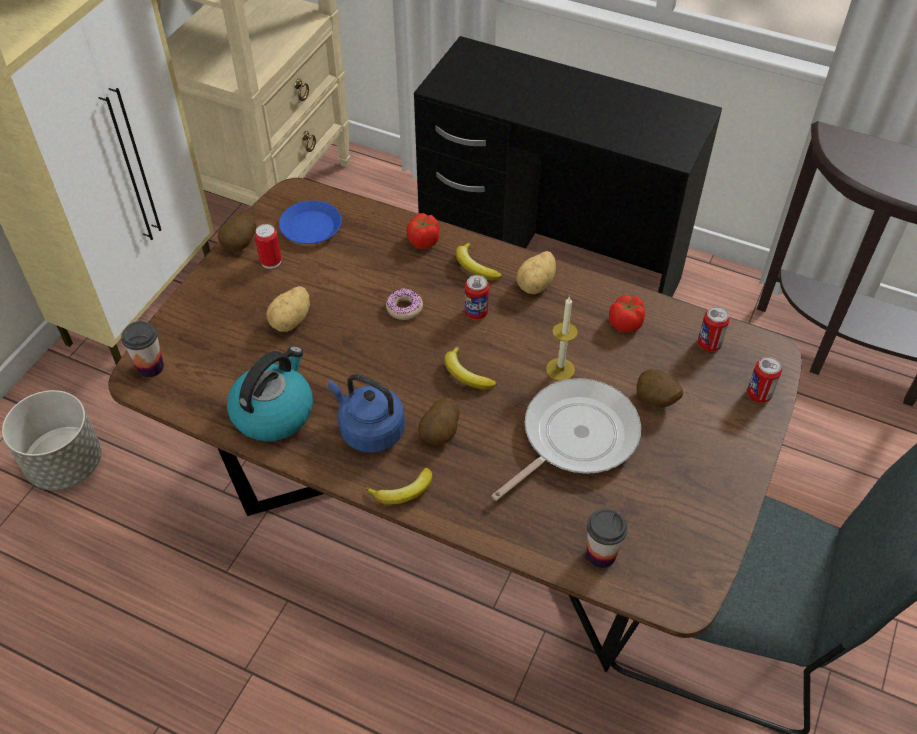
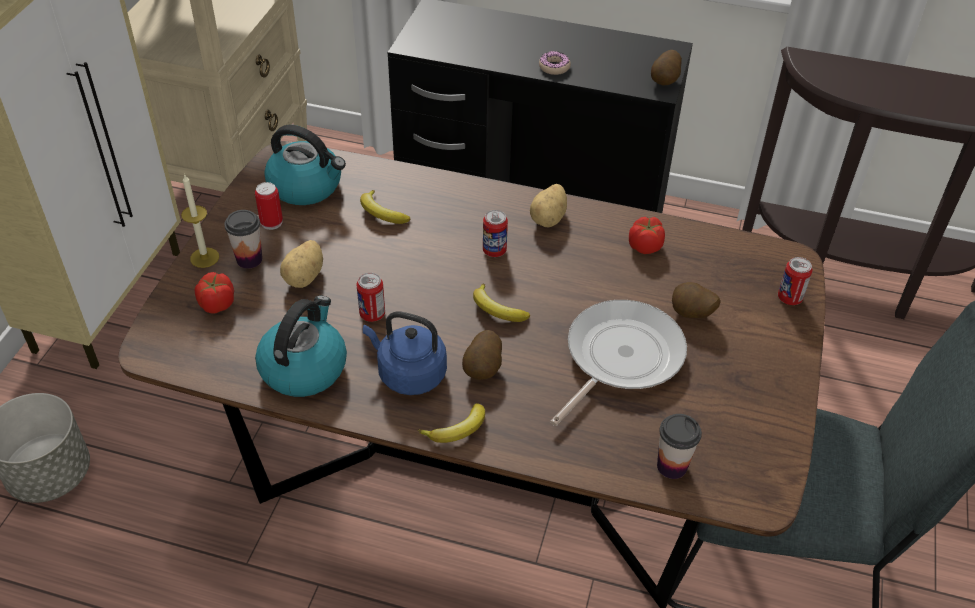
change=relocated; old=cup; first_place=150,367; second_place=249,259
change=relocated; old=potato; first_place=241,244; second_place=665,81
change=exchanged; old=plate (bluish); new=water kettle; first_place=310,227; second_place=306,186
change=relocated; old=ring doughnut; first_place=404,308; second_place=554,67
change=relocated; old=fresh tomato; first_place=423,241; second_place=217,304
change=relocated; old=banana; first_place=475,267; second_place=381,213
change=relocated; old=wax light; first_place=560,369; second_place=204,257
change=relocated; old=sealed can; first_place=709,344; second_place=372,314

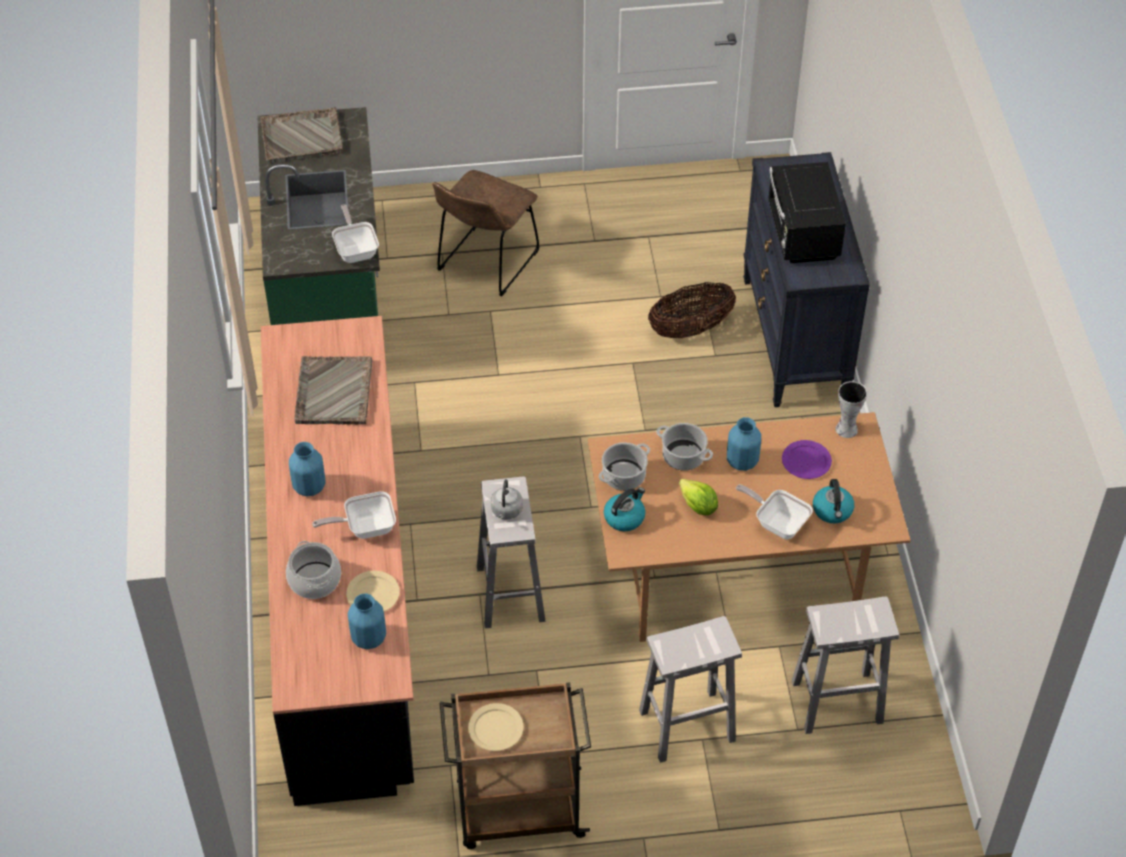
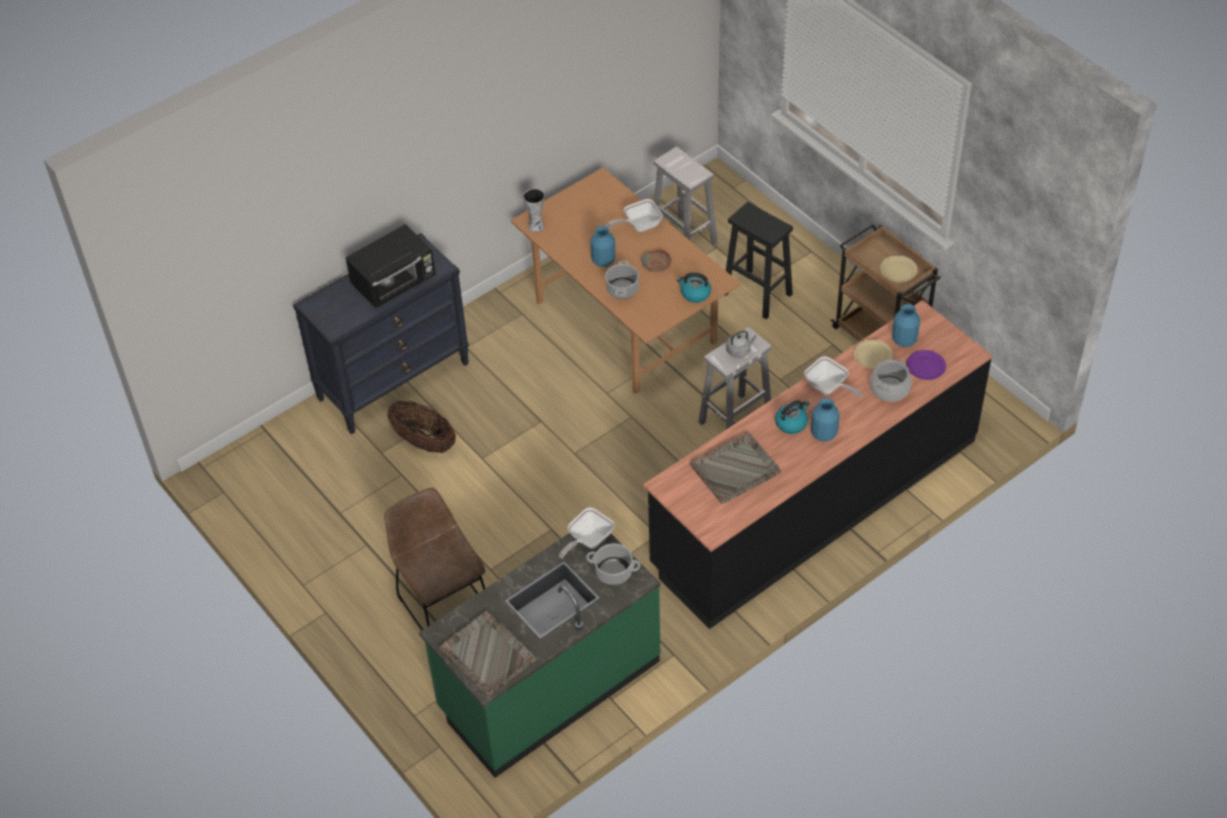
change=spun; old=upright chair (brown-coloured); first_place=485,264; second_place=441,600; degrees=-120
change=relocated; old=saucepot; first_place=624,476; second_place=613,572
change=colour; old=stool (white); new=stool (black); first_place=685,726; second_place=758,294
change=exchanged; old=lettuce; new=deep dish (brown-coloured); first_place=698,506; second_place=657,265
change=spun; old=pan; first_place=777,523; second_place=639,225; degrees=60
change=relocated; old=plate (purplish); first_place=806,461; second_place=925,366
change=relocated; old=water kettle; first_place=832,511; second_place=791,423

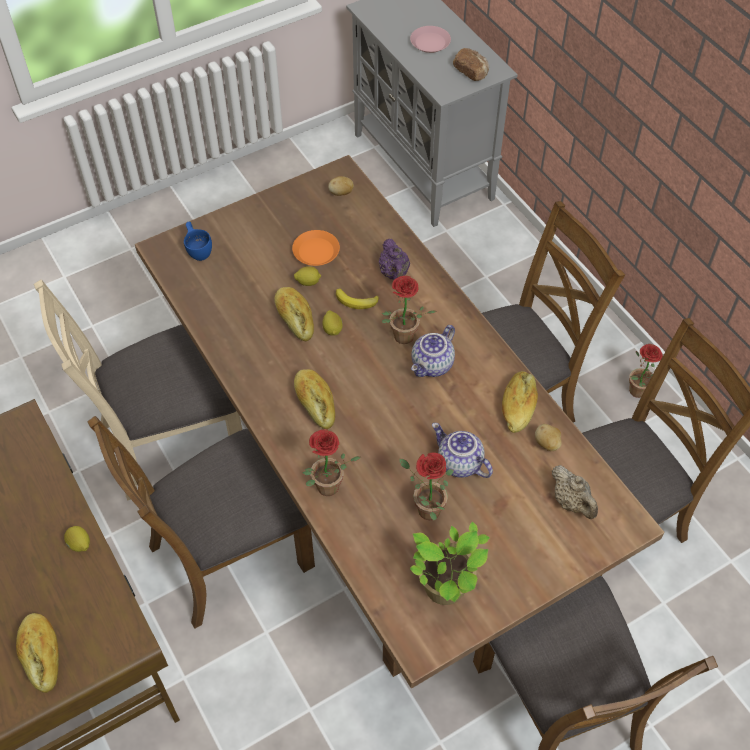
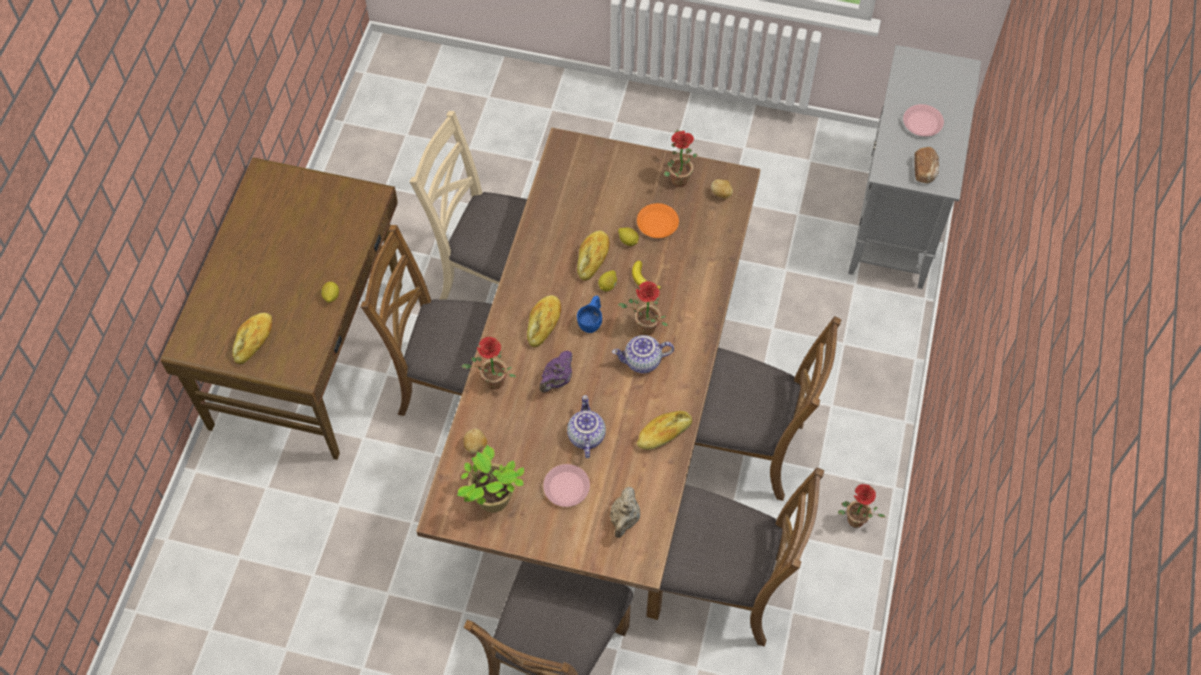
change=relocated; old=cup (bluish); first_place=198,249; second_place=592,321
change=relocated; old=pot for tea (purplish); first_place=394,274; second_place=557,380
change=relocated; old=houseplant; first_place=424,509; second_place=677,177
change=relocated; old=potato; first_place=547,444; second_place=475,446
change=appeared; new=plate (pink-coloured); second_place=566,487

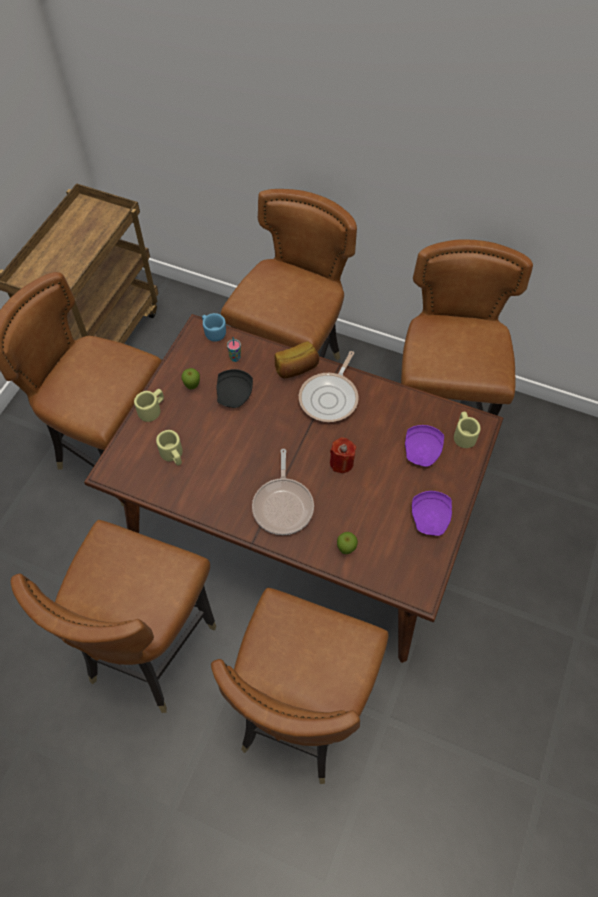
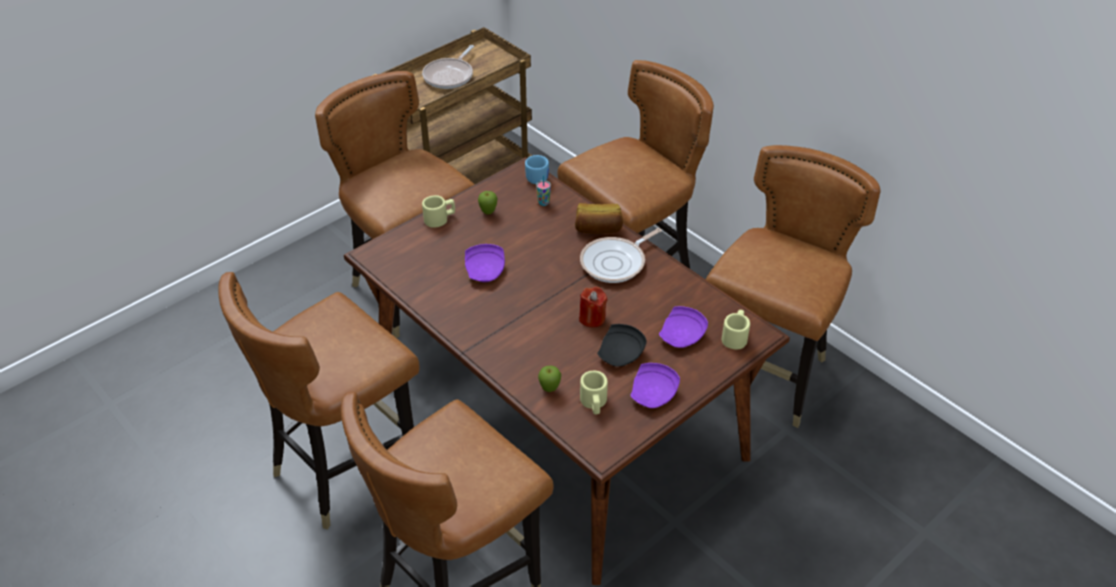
change=relocated; old=mug (beige); first_place=173,455; second_place=594,403
change=relocated; old=plate (black); first_place=234,394; second_place=621,354
change=relocated; old=pan; first_place=283,505; second_place=450,76
change=appeared; new=plate (purplish); second_place=485,271

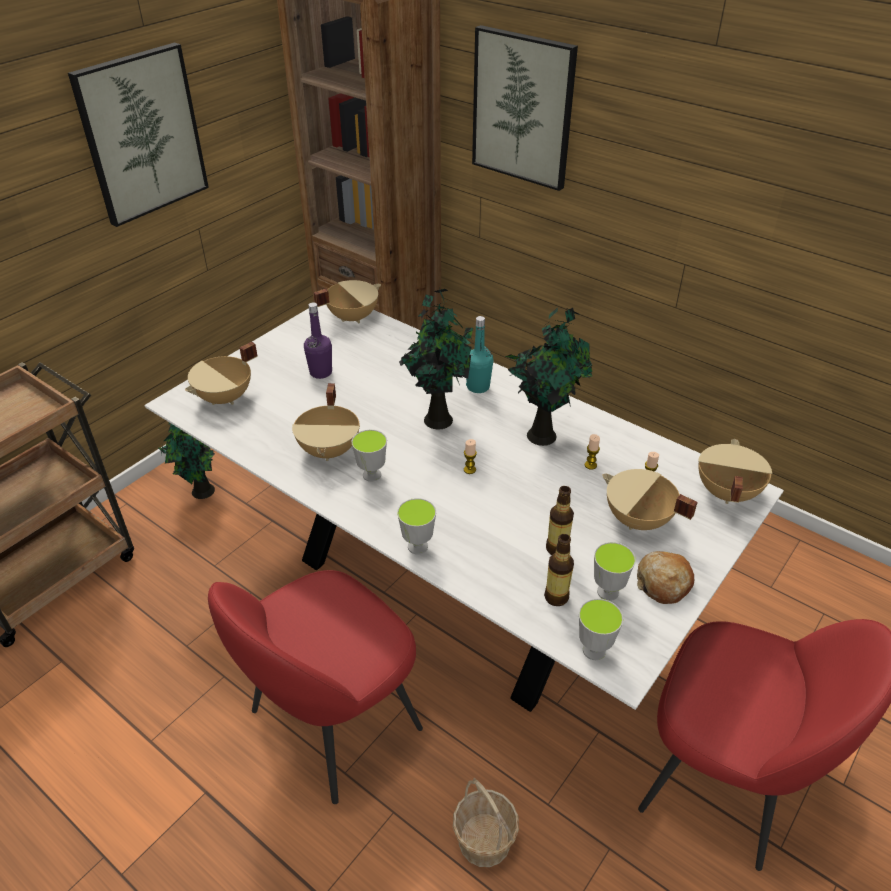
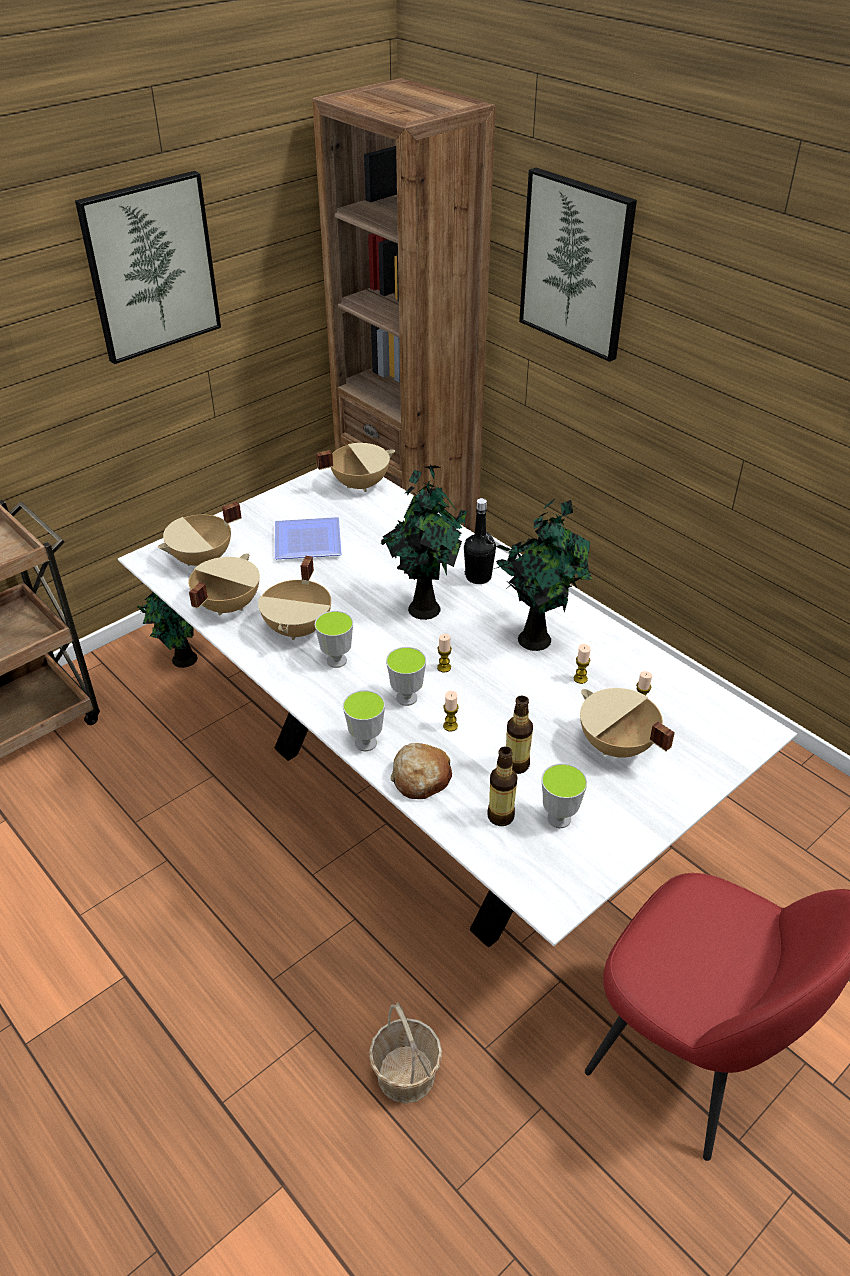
change=missing; old=upright chair (reddish); first_place=331,722
change=exchanged; old=drink bottle (purplish); new=plate; first_place=321,372; second_place=310,543
change=colour; old=drink bottle (turquoise); new=drink bottle (black); first_place=478,387; second_place=478,577
change=relocated; old=cup; first_place=594,650; second_place=406,698
change=relocated; old=bakery bread; first_place=663,583; second_place=421,778
change=relocated; old=saucepot (beige); first_place=725,492; second_place=226,605
change=appeared; new=wax light; second_place=450,726

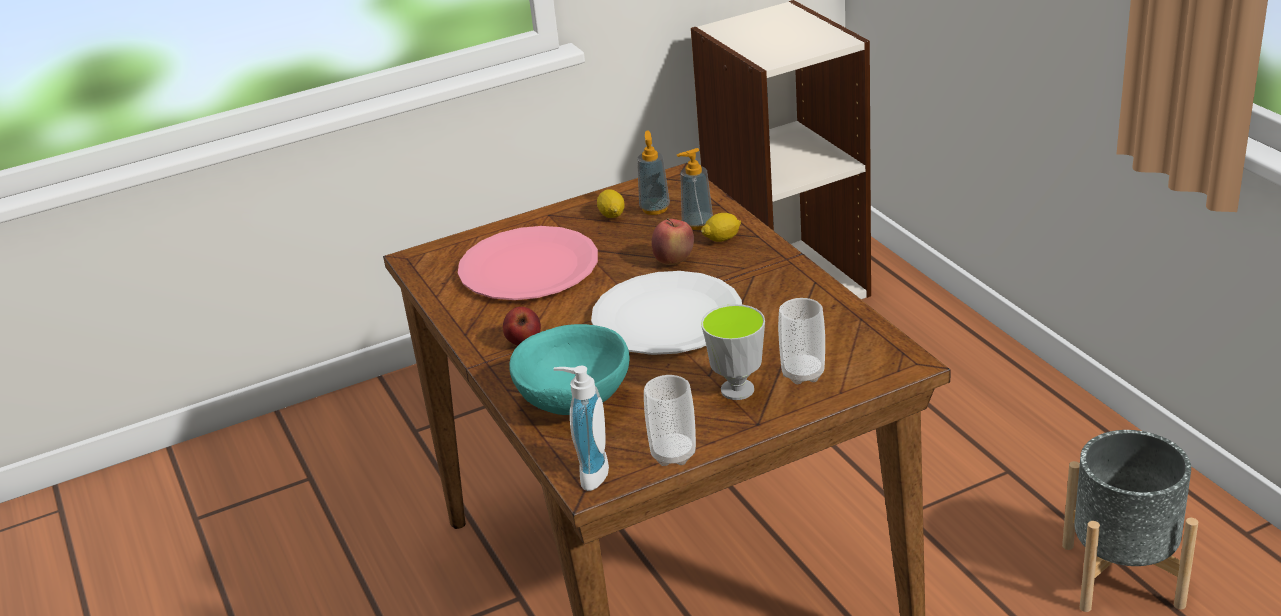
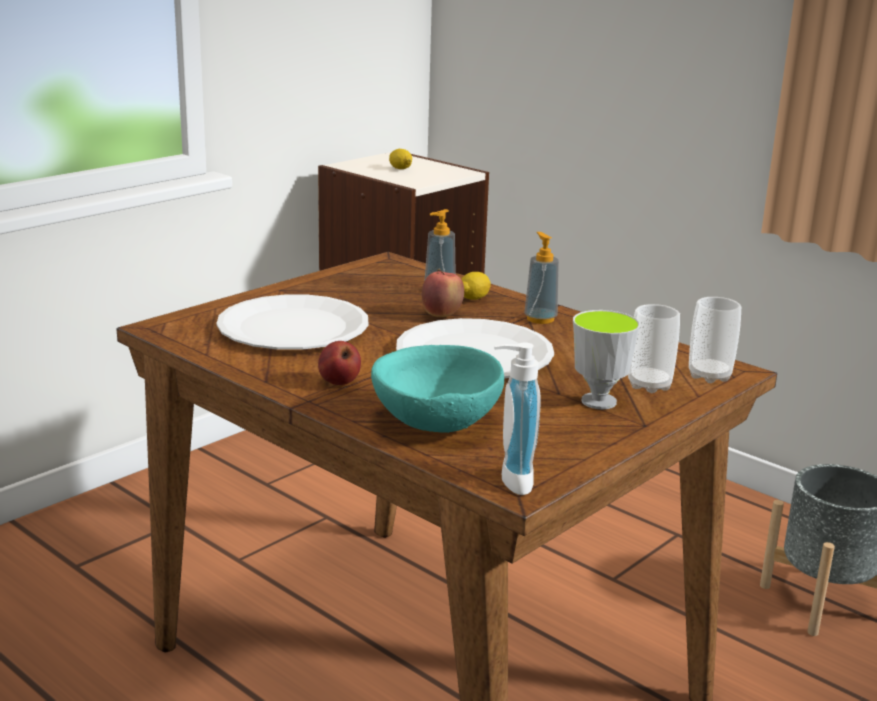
change=colour; old=plate (pink-coloured); new=plate (white); first_place=529,267; second_place=293,327
change=relocated; old=lemon; first_place=611,215; second_place=400,168
change=relocated; old=liquid soap bottle; first_place=655,209; second_place=540,319
change=relocated; old=cup; first_place=673,454; second_place=709,376

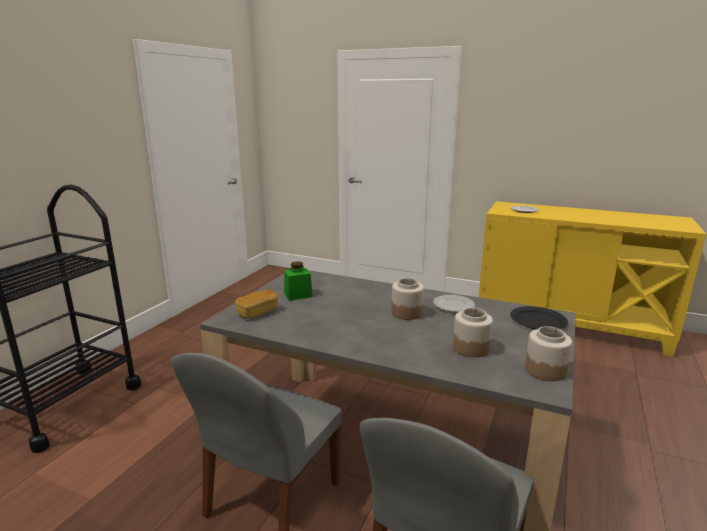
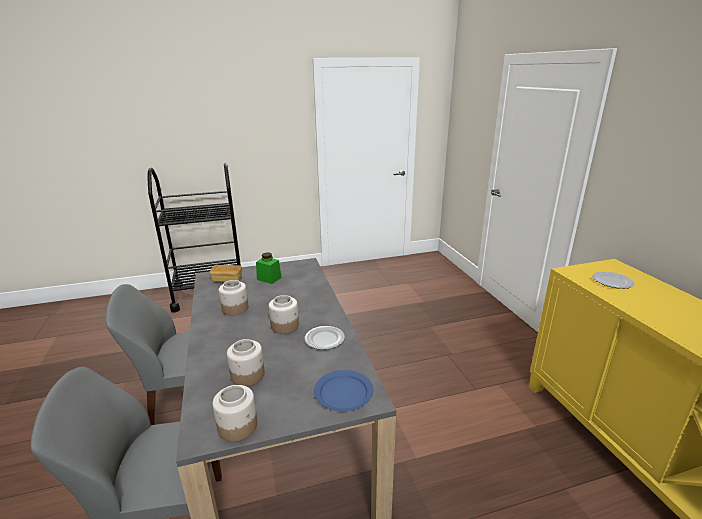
change=colour; old=plate (black); new=plate (bluish); first_place=537,321; second_place=343,392
change=appeared; new=jar; second_place=235,308

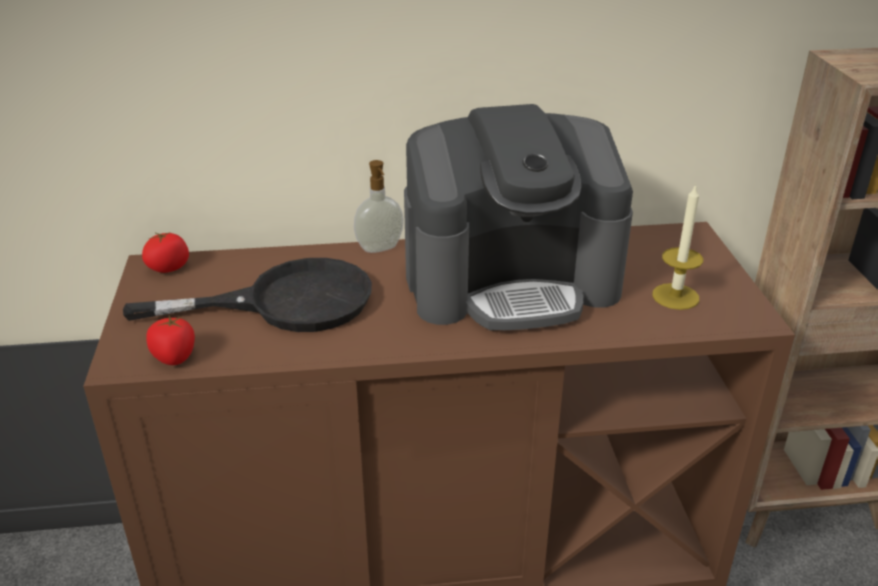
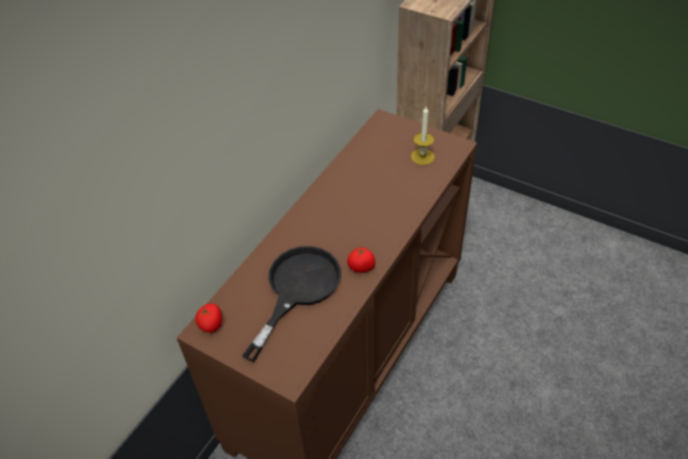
change=relocated; old=fresh tomato; first_place=174,357; second_place=361,267
change=missing; old=liquid soap bottle; first_place=380,248
change=missing; old=coffee brewer; first_place=511,280

